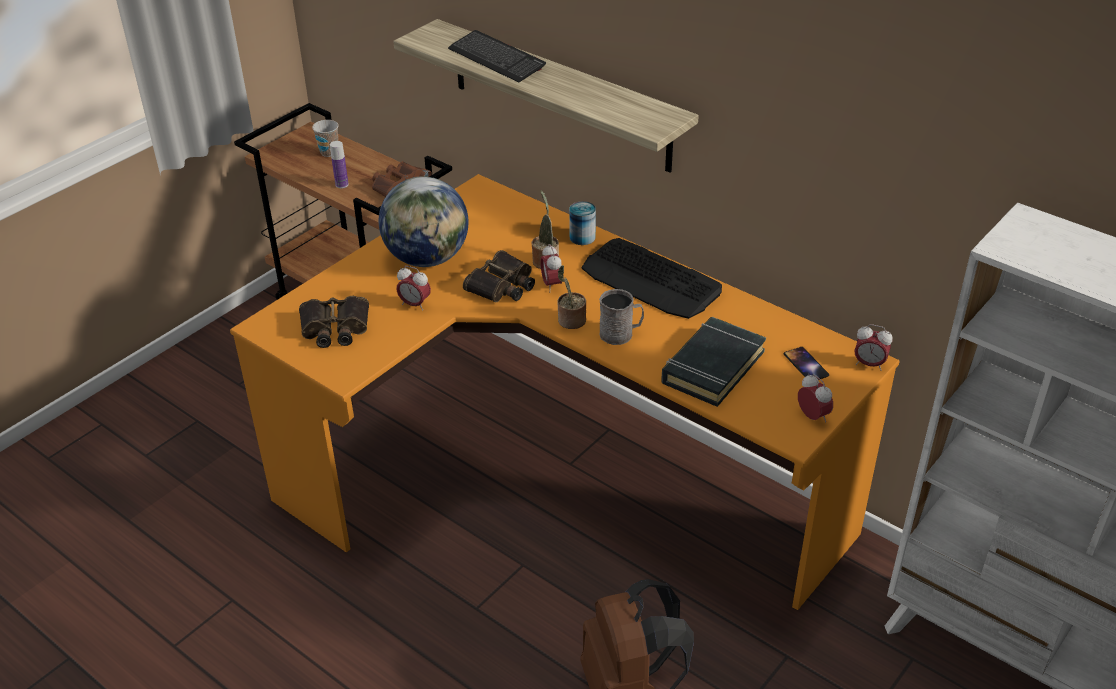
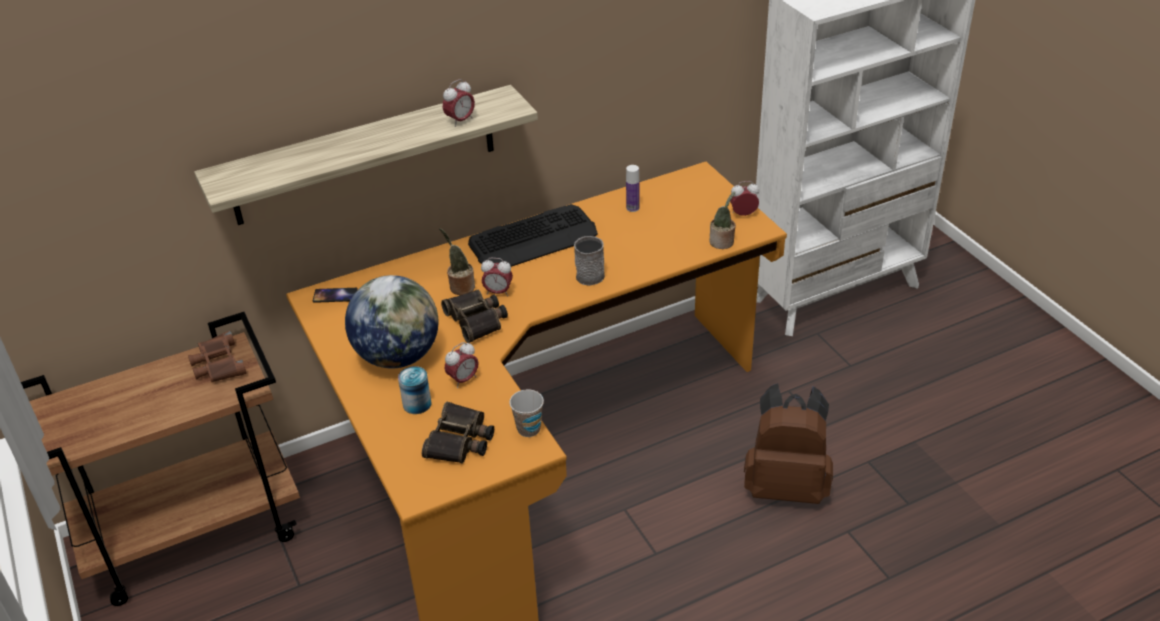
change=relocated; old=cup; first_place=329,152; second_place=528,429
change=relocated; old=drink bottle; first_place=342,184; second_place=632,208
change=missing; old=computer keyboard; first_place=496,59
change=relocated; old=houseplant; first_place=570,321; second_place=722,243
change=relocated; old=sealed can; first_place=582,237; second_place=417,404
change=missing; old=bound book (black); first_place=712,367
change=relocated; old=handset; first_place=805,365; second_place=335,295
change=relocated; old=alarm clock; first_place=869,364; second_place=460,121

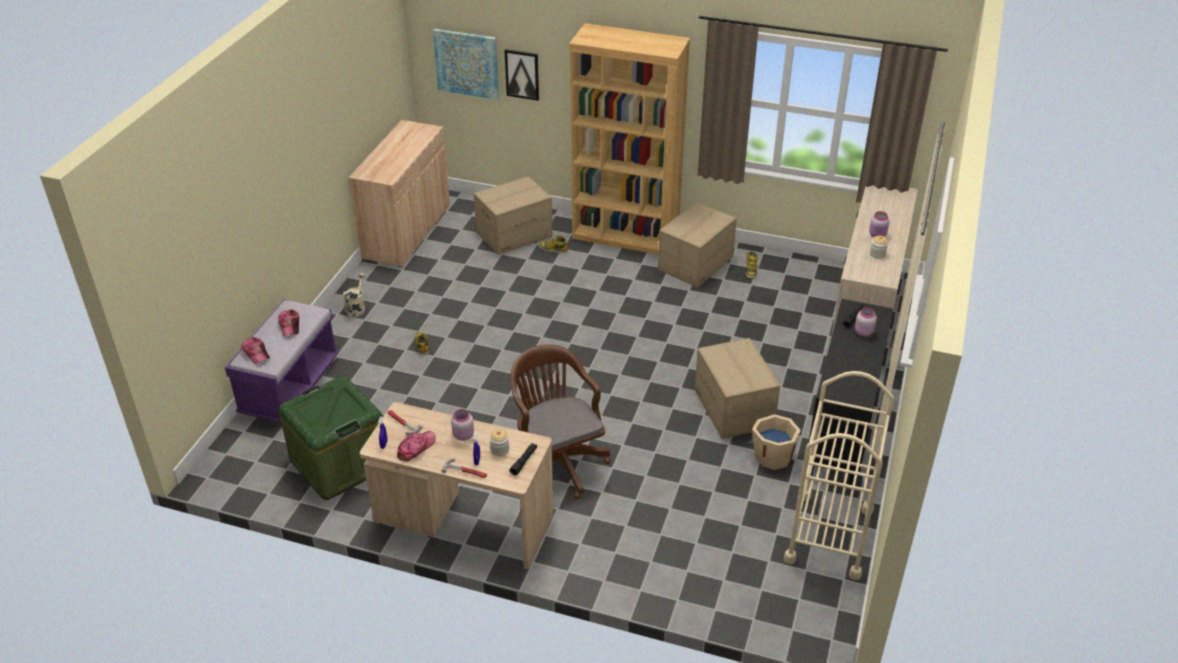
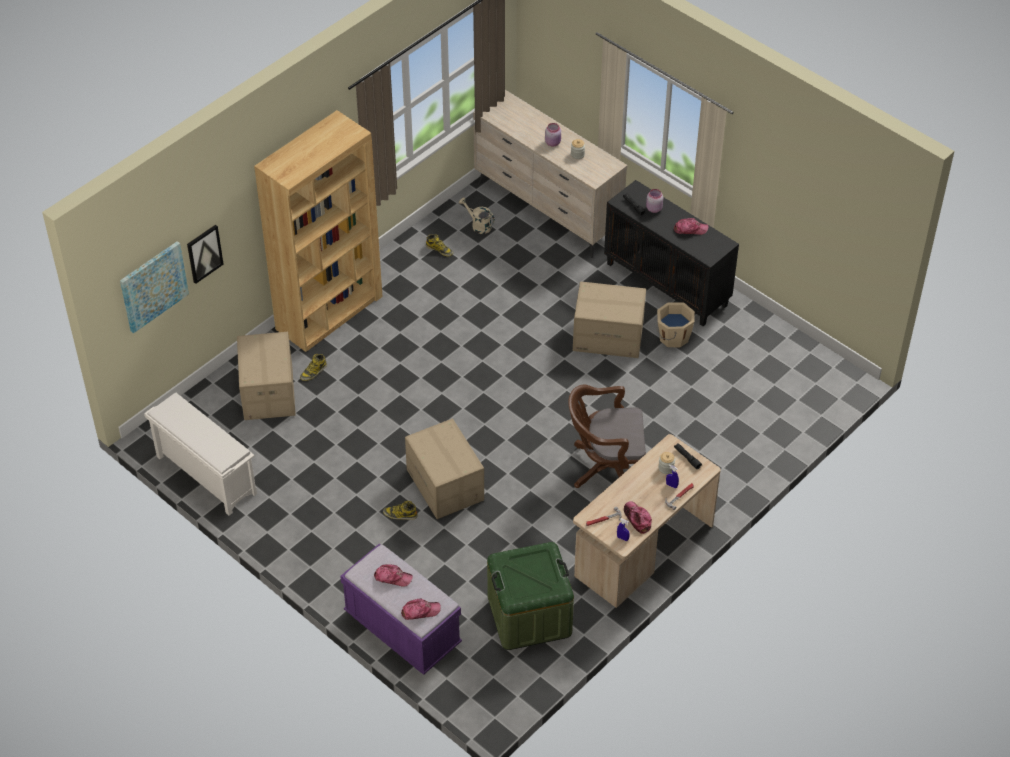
change=relocated; old=watering pot (beige); first_place=356,307; second_place=478,225
change=exchanged; old=storage cabinet (beige); new=shoe rack (white); first_place=407,232; second_place=205,475
change=missing; old=jar (pink-coloured); first_place=463,435
change=relocated; old=packing box; first_place=696,264; second_place=446,485
change=missing; old=wheeled cart (beige); first_place=829,535
change=appeared; new=baseball cap; second_place=690,229

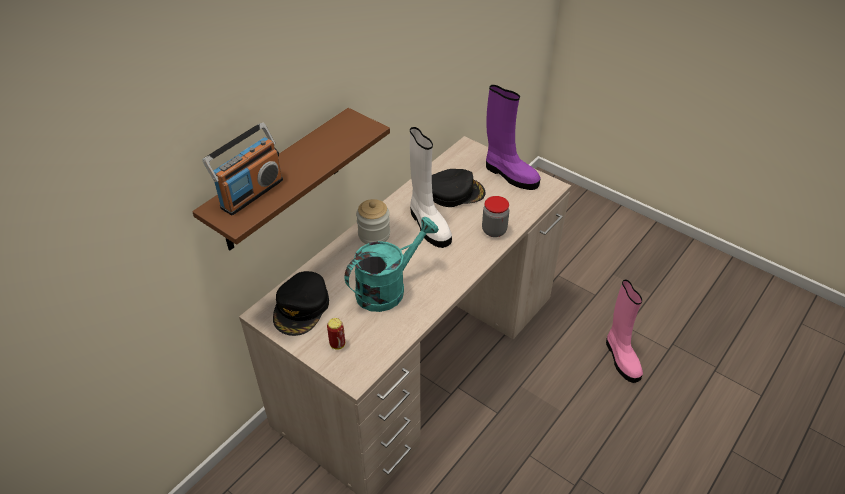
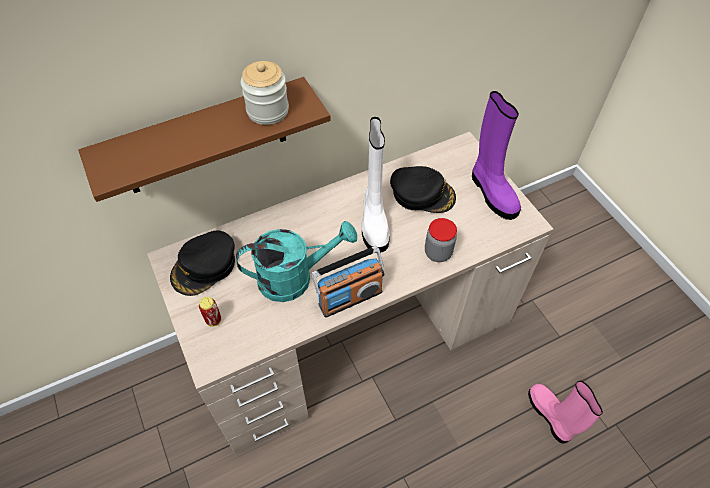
change=relocated; old=radio; first_place=251,193; second_place=350,297
change=relocated; old=jar; first_place=374,235; second_place=268,111
change=spun; old=boot (pink-coloured); first_place=621,358; second_place=550,416; degrees=150

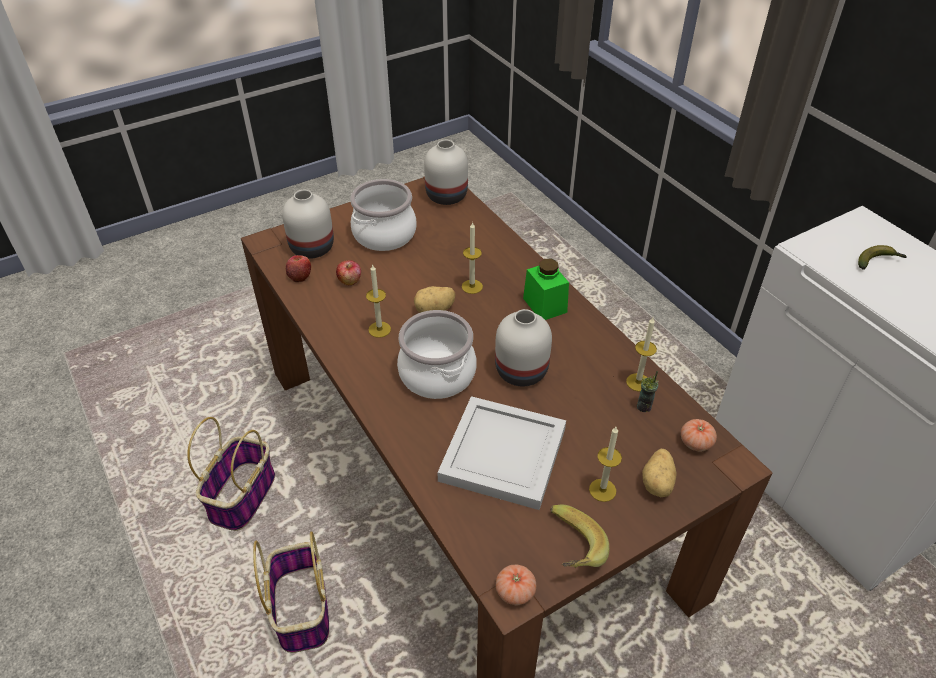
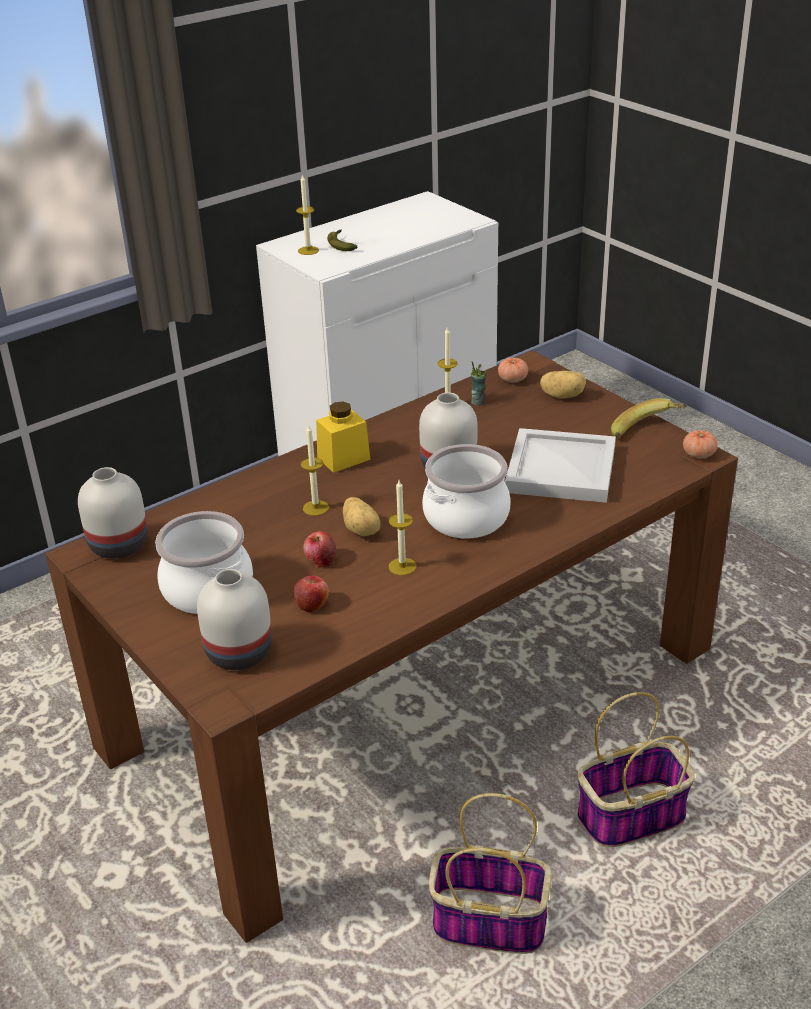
change=relocated; old=apple fruit; first_place=300,276; second_place=320,560
change=colour; old=jar (green); new=jar (yellowish); first_place=545,305; second_place=343,458
change=relocated; old=wax light; first_place=602,490; second_place=308,250

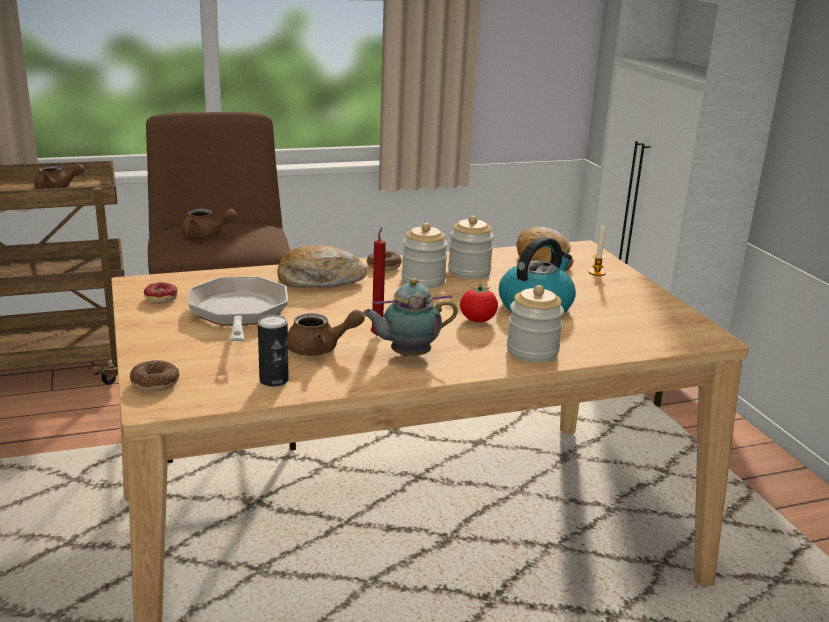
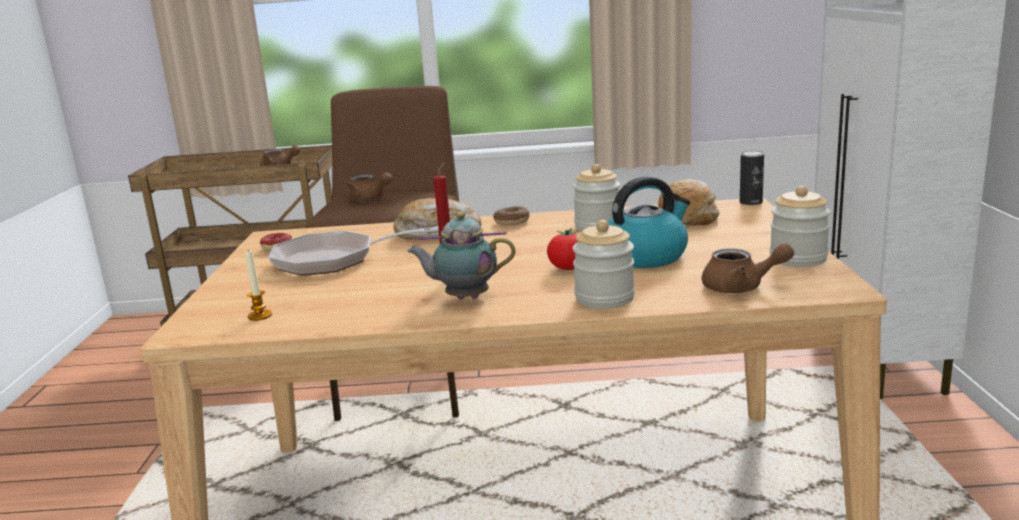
change=missing; old=ring doughnut; first_place=155,383
change=spun; old=pan; first_place=239,313; second_place=334,260; degrees=-105
change=relocated; old=sealed can; first_place=274,380; second_place=751,202
change=relocated; old=pot for tea (brown-coloured); first_place=320,348; second_place=741,287
change=relocated; old=jar; first_place=423,280; second_place=798,258
change=relocated; old=wax light; first_place=597,273; second_place=260,316

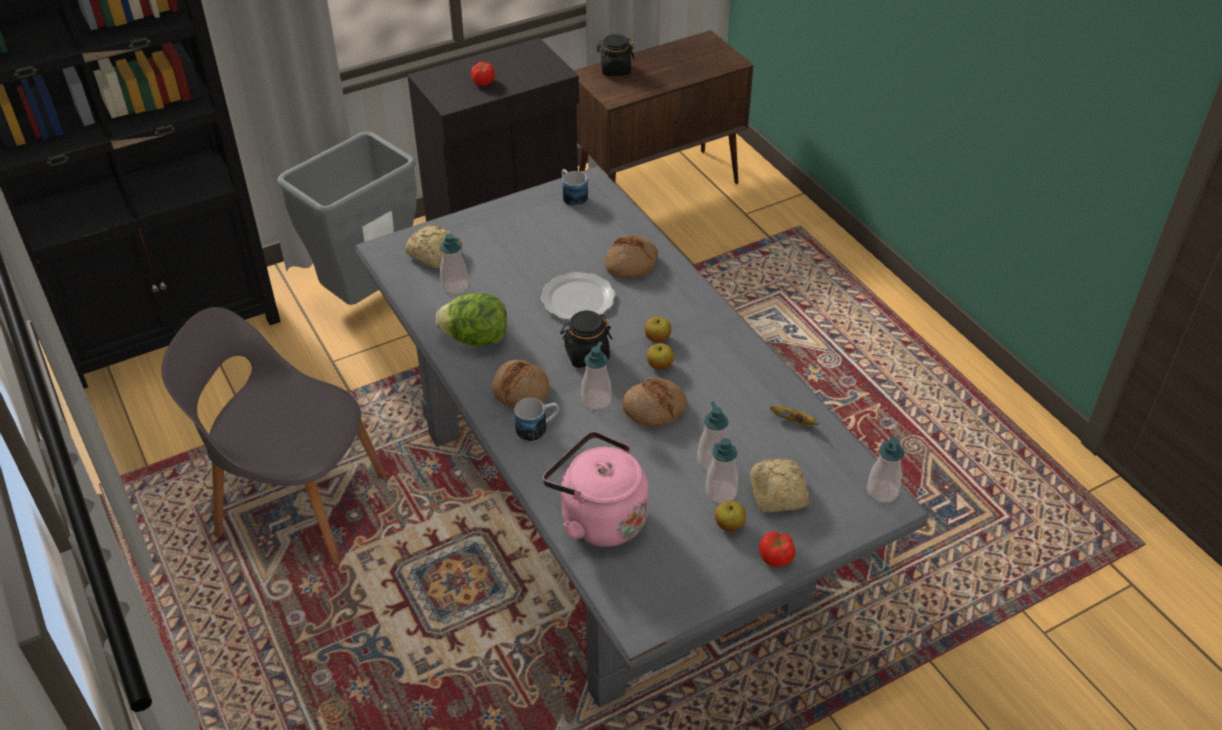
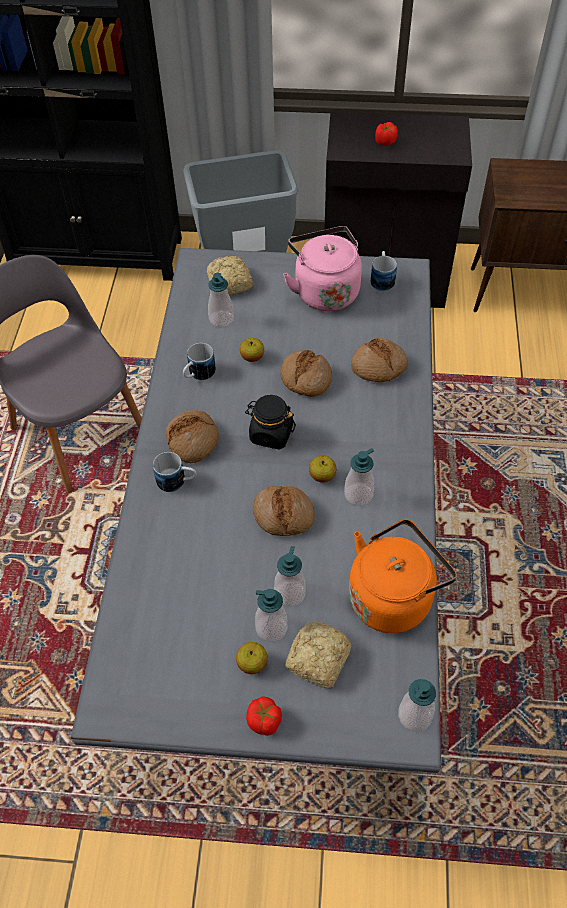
change=exchanged; old=lettuce; new=mug; first_place=476,338; second_place=198,374
change=exchanged; old=plate; new=bakery bread; first_place=577,300; second_place=305,378
change=relocated; old=water kettle (pink-coloured); first_place=598,518; second_place=324,291
change=relocated; old=liquid soap bottle; first_place=596,400; second_place=358,494
change=missing; old=jar (black); first_place=615,70
change=relocated; old=apple fruit; first_place=657,338; second_place=252,357
change=exchanged; old=banana; new=water kettle (orange); first_place=794,421; second_place=393,596

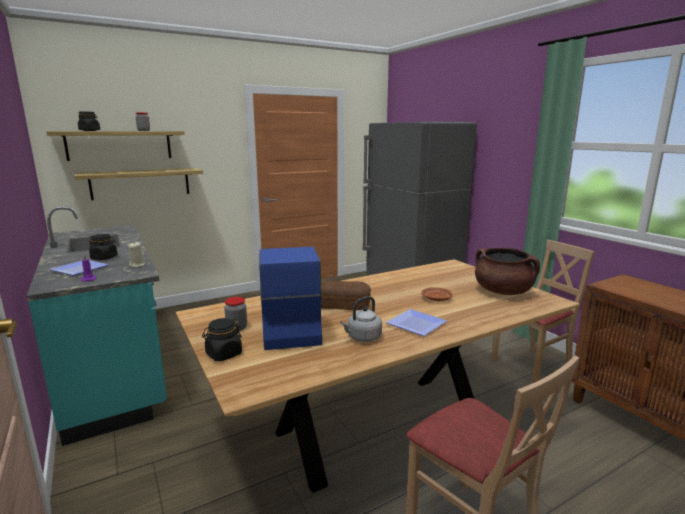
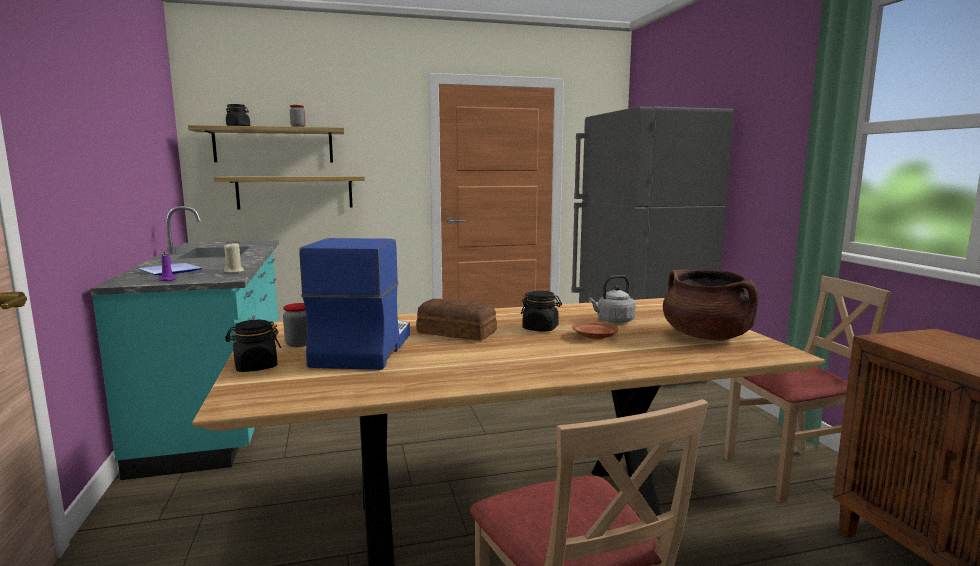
change=relocated; old=jar (black); first_place=104,258; second_place=540,328
change=relocated; old=water kettle (greyish); first_place=362,338; second_place=613,321
change=missing; old=plate; first_place=418,324

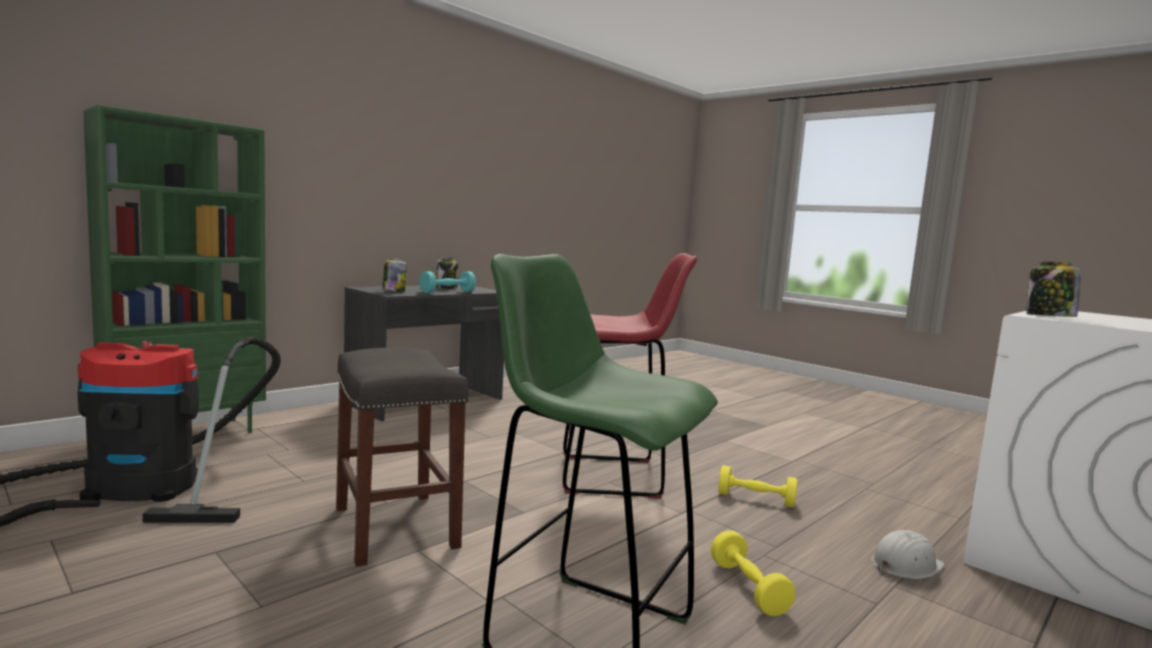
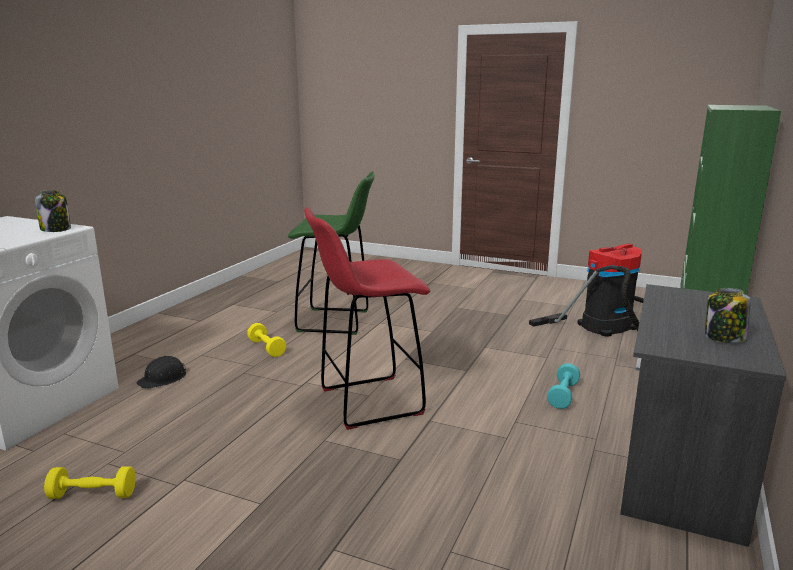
change=missing; old=stool (greyish); first_place=394,526
change=missing; old=jar; first_place=393,291
change=relocated; old=free weight (turquoise); first_place=447,292; second_place=563,395
change=relocated; old=free weight (yellowish); first_place=755,499; second_place=93,495
change=colour; old=hard hat (white); new=hard hat (black); first_place=905,565; second_place=163,378

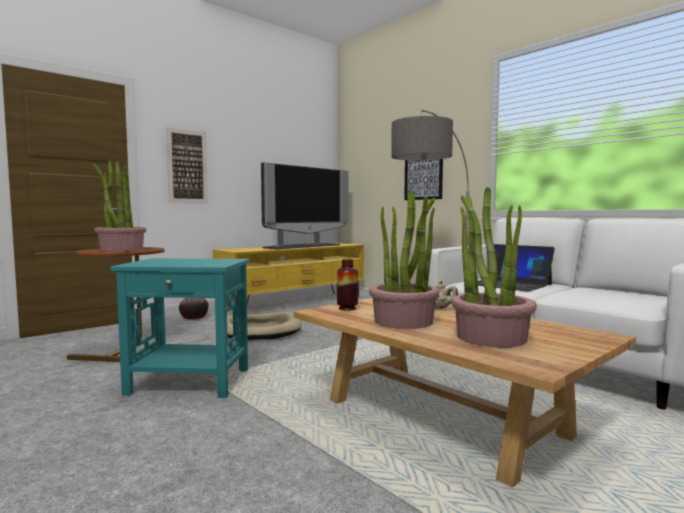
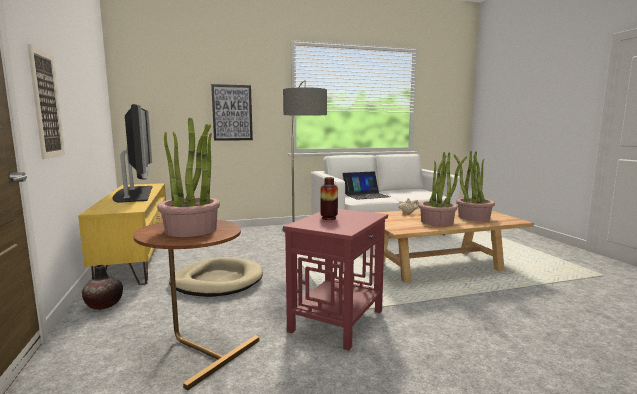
change=colour; old=accent table (turquoise); new=accent table (reddish); first_place=189,382; second_place=337,321
change=relocated; old=decorative vase; first_place=347,308; second_place=329,218

